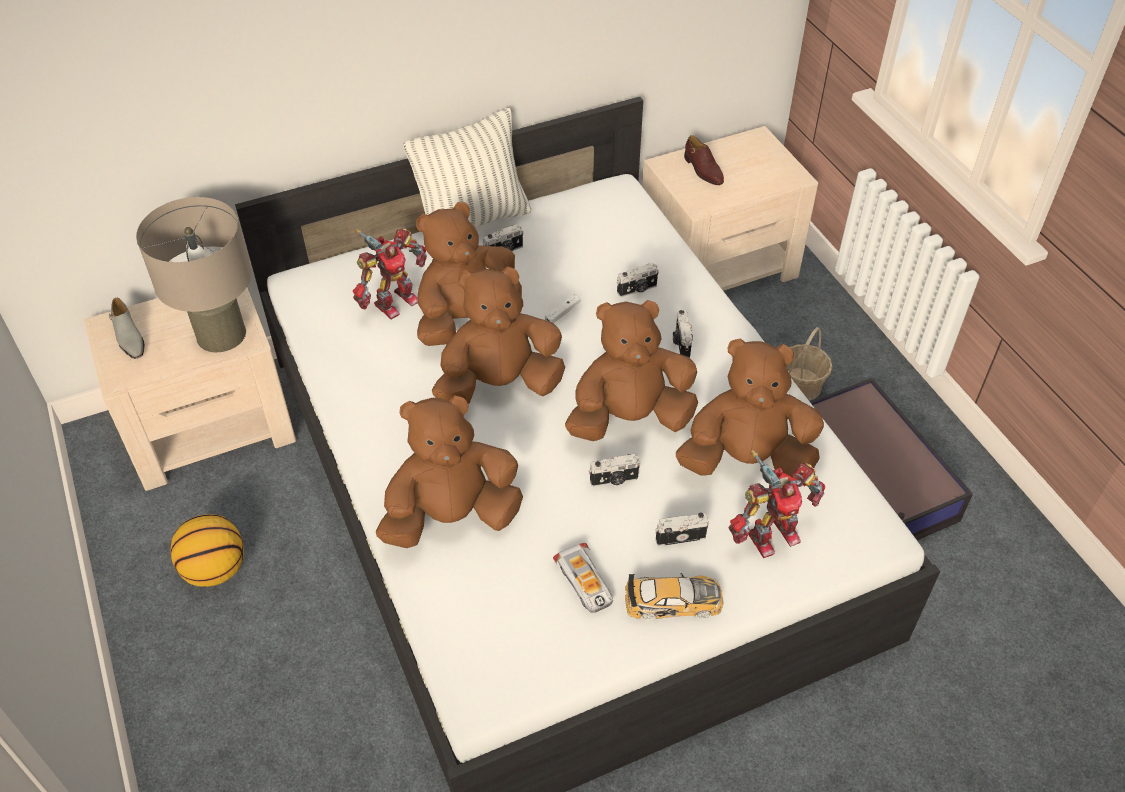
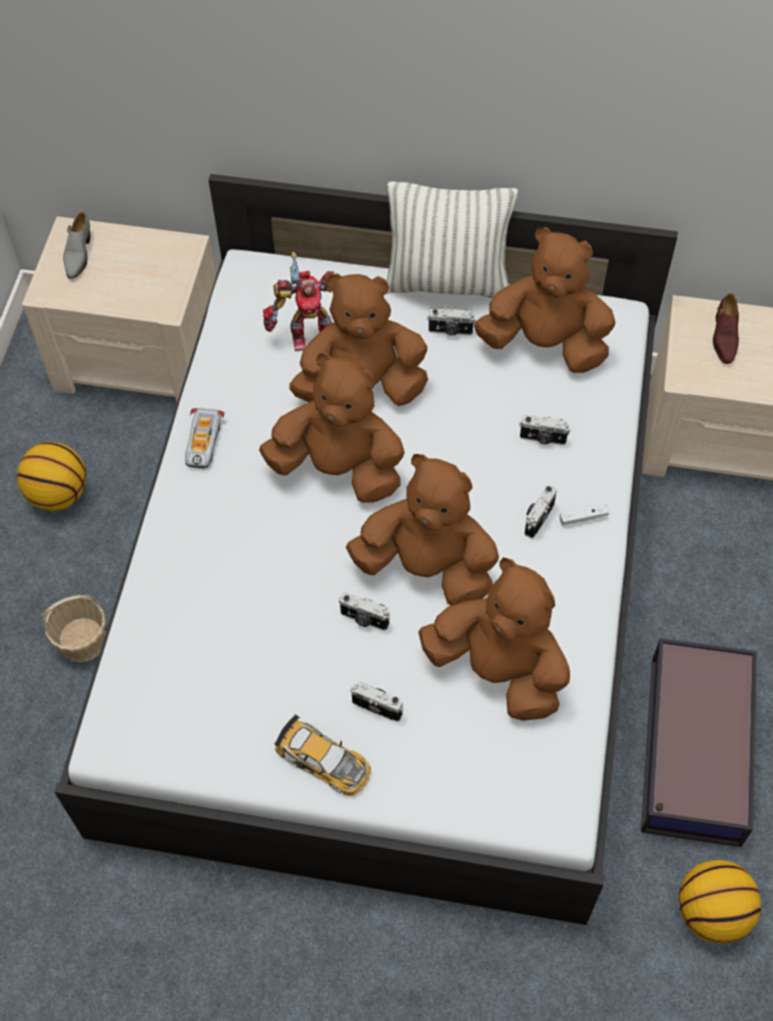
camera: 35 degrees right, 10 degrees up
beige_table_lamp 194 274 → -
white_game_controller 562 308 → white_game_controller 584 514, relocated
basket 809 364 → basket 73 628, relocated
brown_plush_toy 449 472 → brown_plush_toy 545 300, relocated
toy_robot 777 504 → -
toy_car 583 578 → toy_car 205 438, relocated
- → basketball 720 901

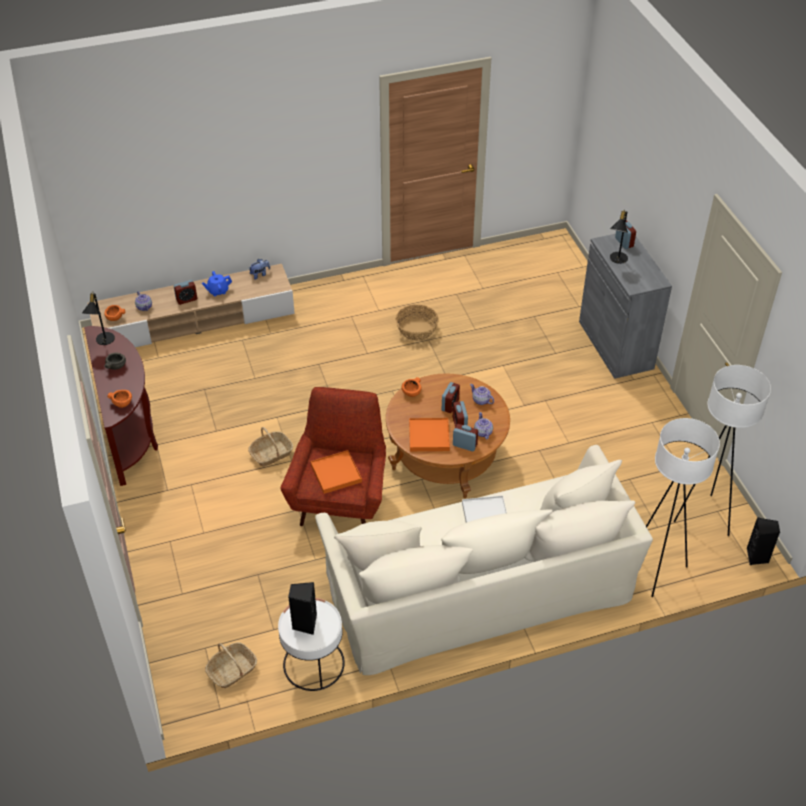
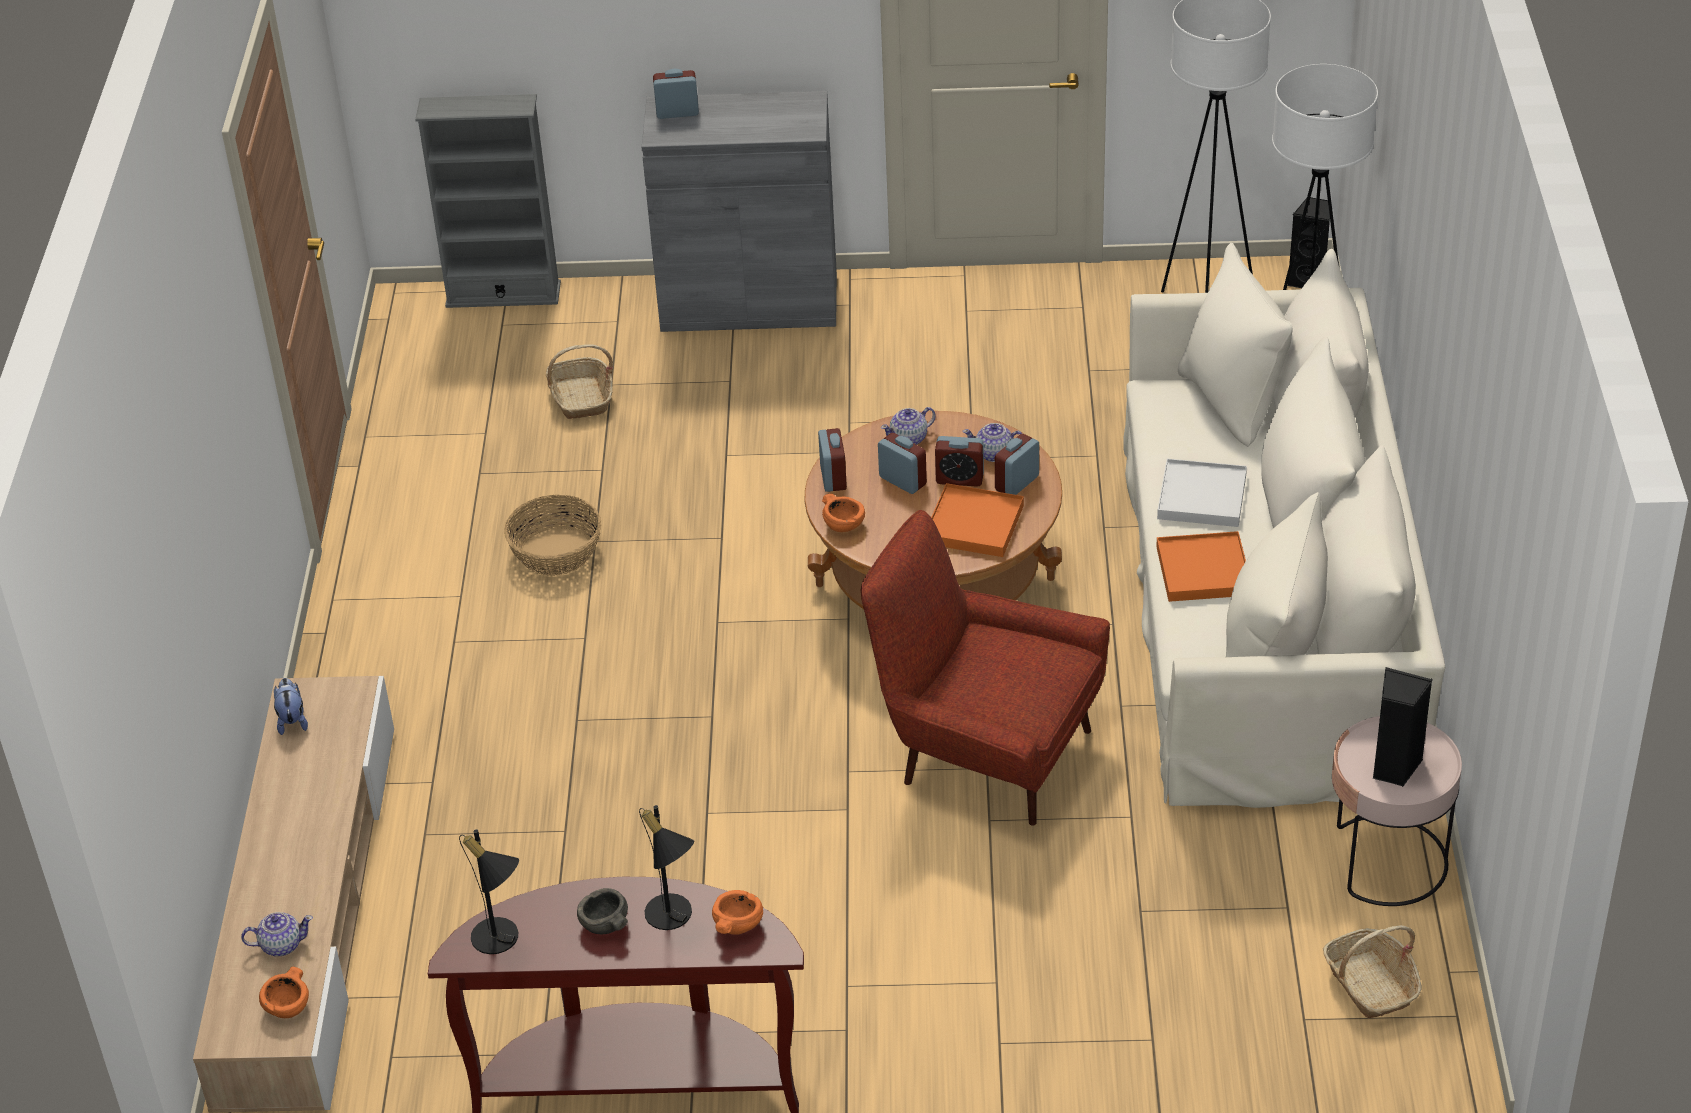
camera: 70 degrees left, 5 degrees down
black_table_lamp 619 236 → black_table_lamp 666 867, relocated
blue_teapot 217 283 → -
alarm_clock 185 292 → alarm_clock 832 460, relocated
basket 270 447 → basket 579 381, relocated
orange_tray 336 472 → orange_tray 1201 566, relocated
white_side_table 311 644 → pink_side_table 1397 811
- → grey_bookcase 488 201

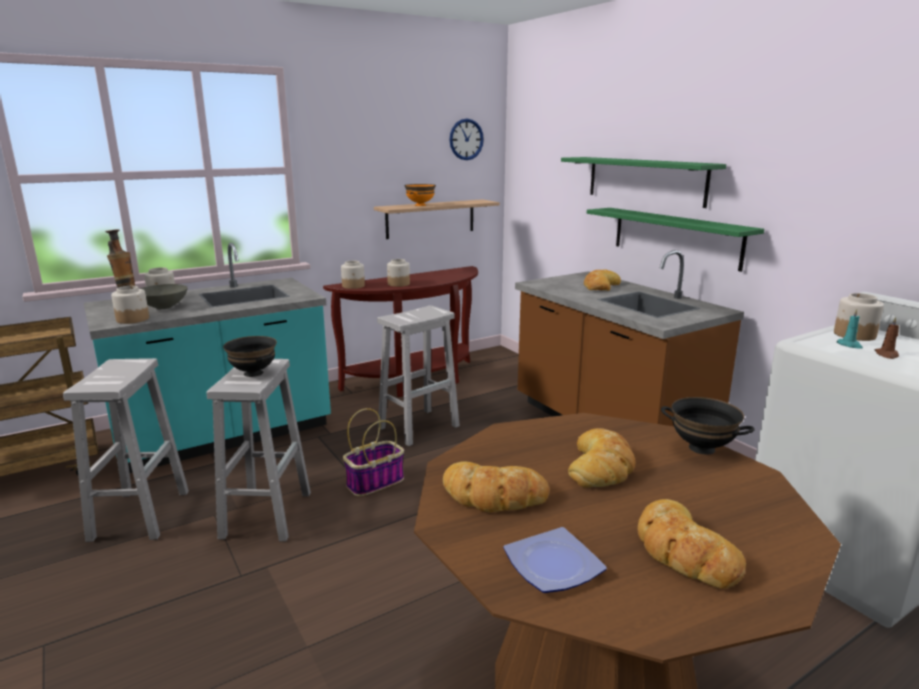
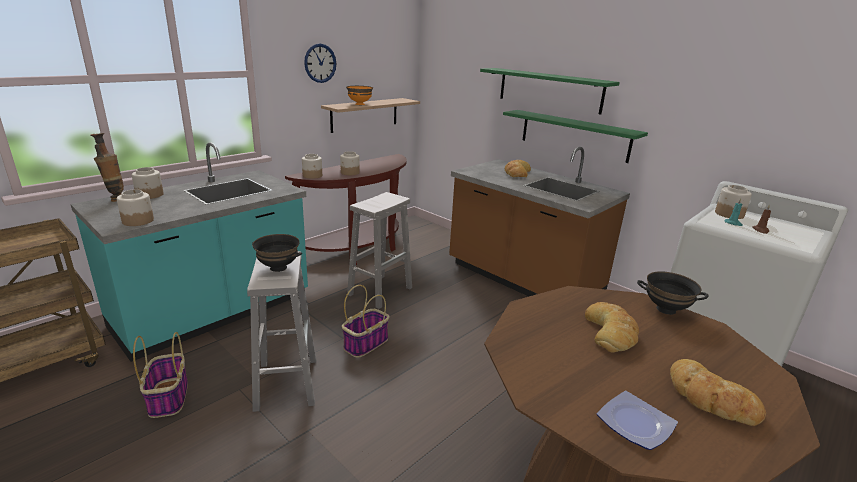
camera: 15 degrees left, 5 degrees up
wall_clock 466 139 → wall_clock 320 63, relocated
grey_bowl 164 296 → -
white_stool 126 450 → basket 160 375
bread 496 487 → -

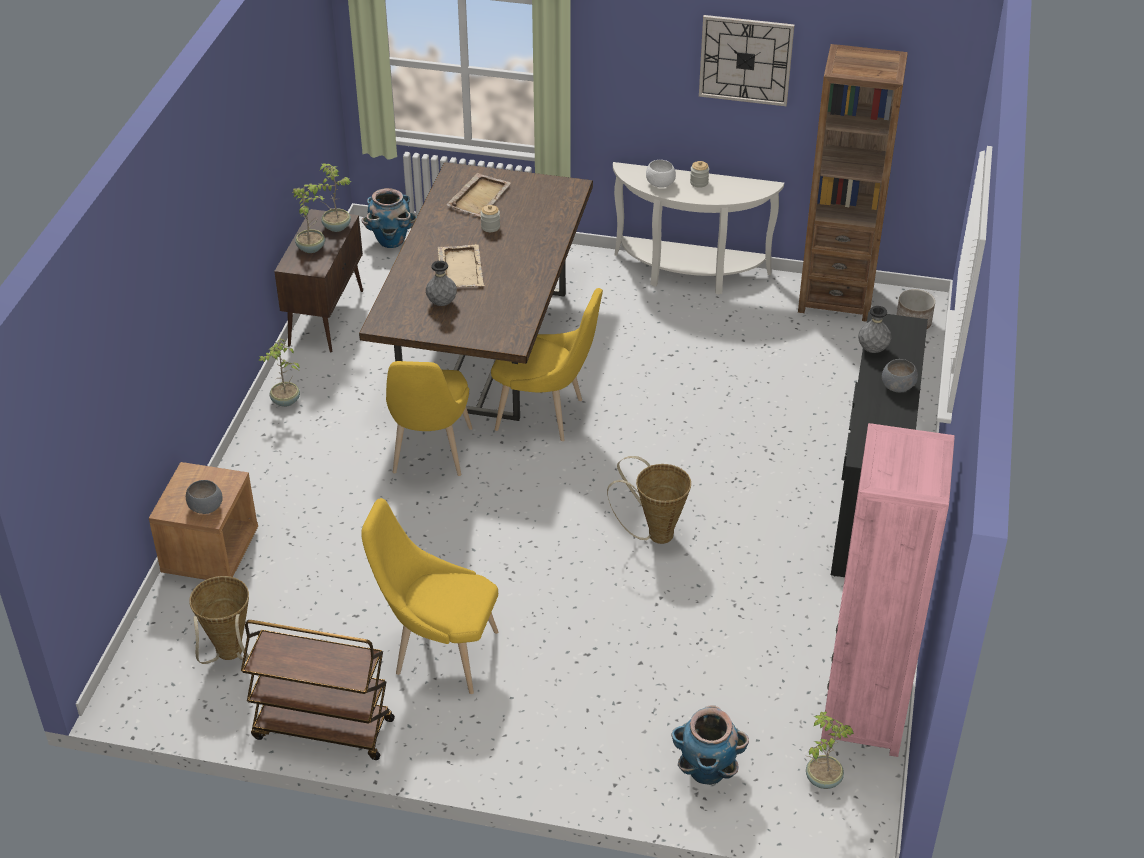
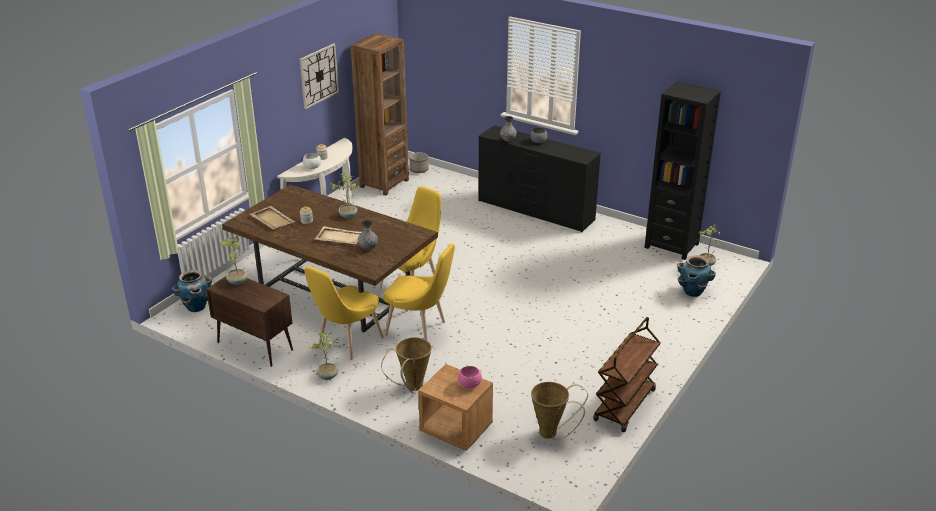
camera: 70 degrees left, 10 degrees down
potted_plant 309 218 → potted_plant 343 195, relocated
pink_bookcase 888 590 → black_bookcase 683 170
basket 649 500 → basket 406 365, relocated
grey_bowl 204 497 → pink_bowl 470 377
yellow_chair 429 596 → yellow_chair 344 313, relocated

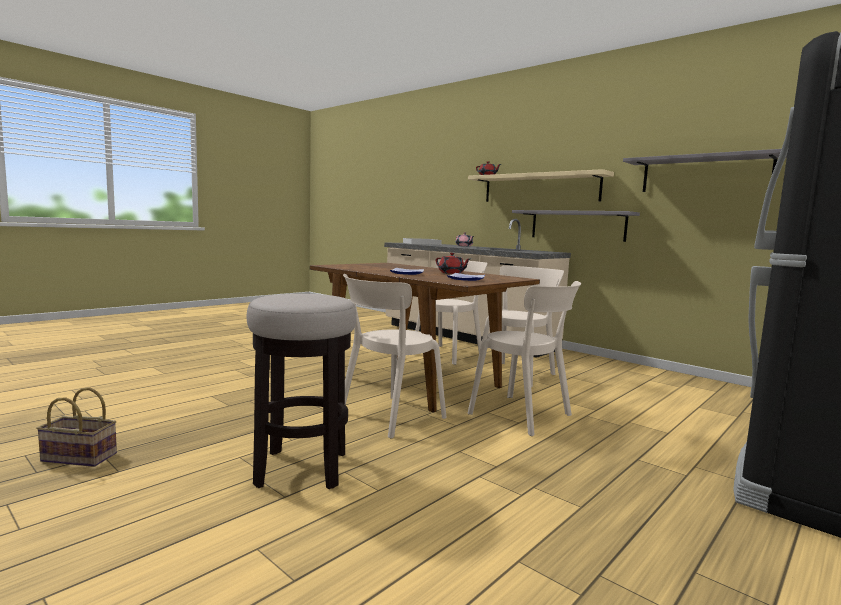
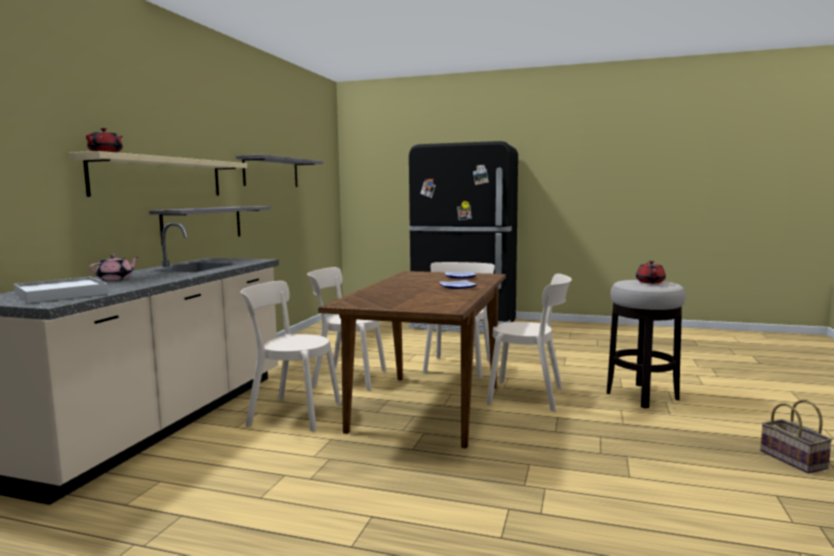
camera: 115 degrees left, 0 degrees up
red_teapot 453 263 → red_teapot 651 272, relocated

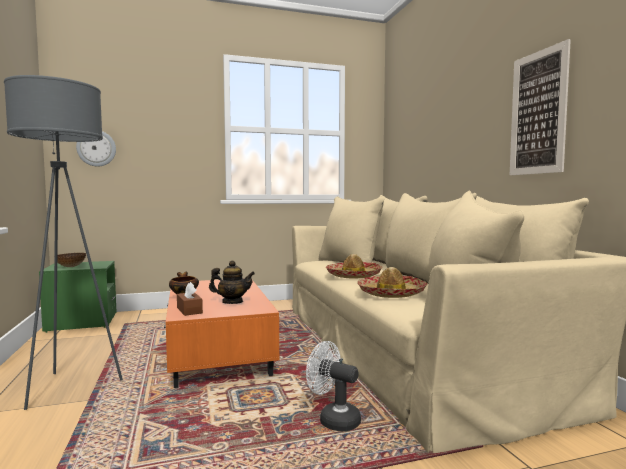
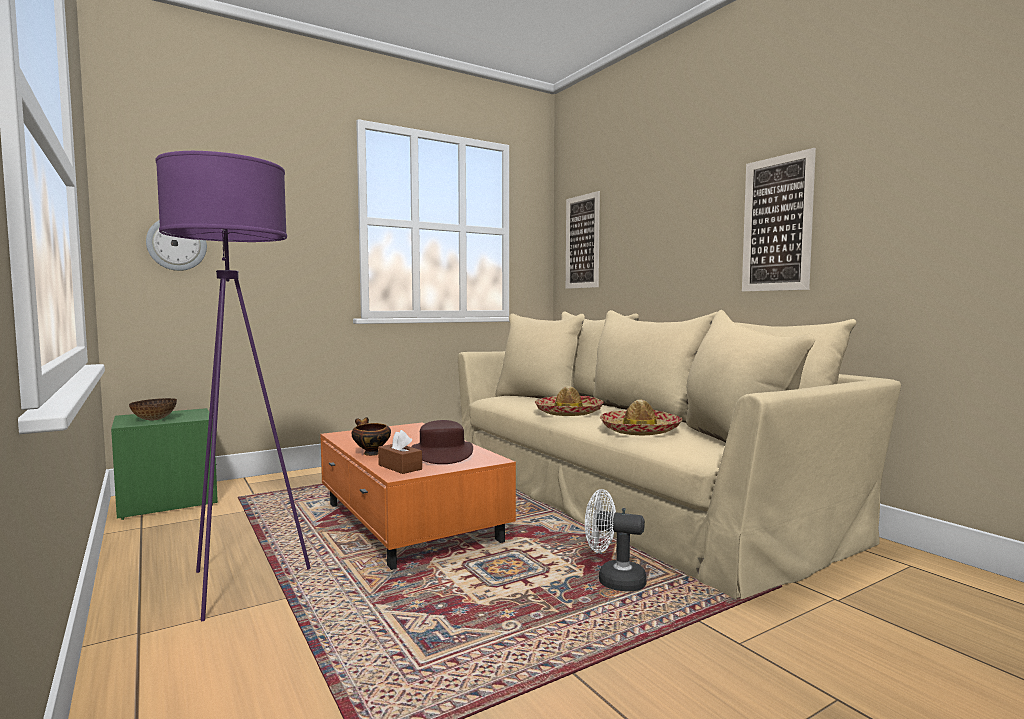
camera: 15 degrees left, 0 degrees up
grey_floor_lamp 63 242 → purple_floor_lamp 233 386
teapot 232 282 → brown_hat 442 442
- → picture 583 240

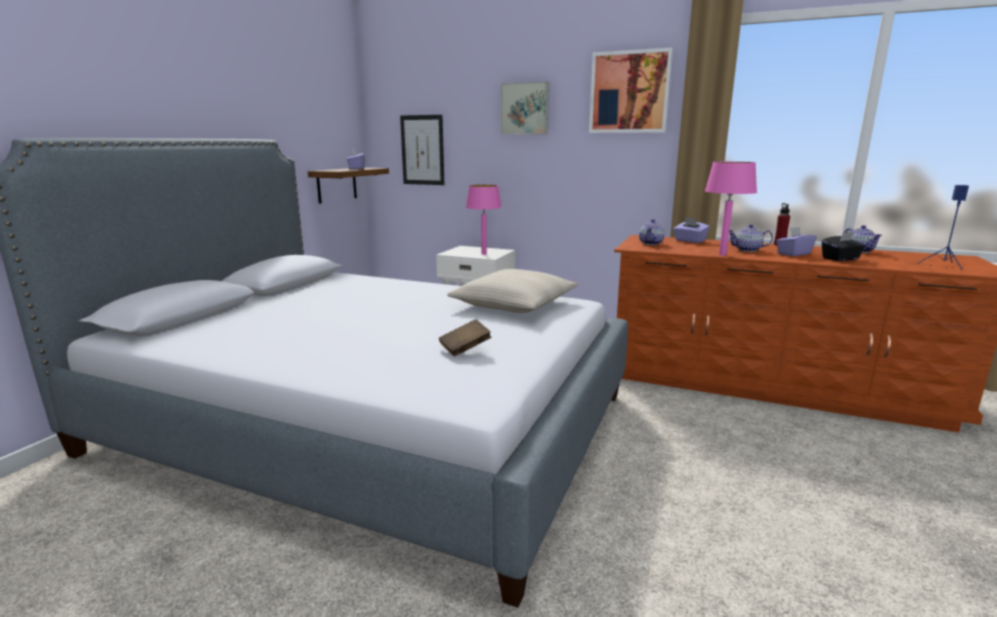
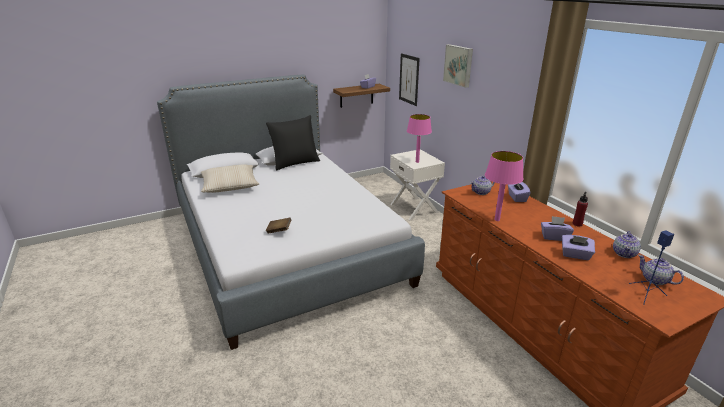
camera: 40 degrees right, 10 degrees up
picture 631 90 → -
teapot 751 238 → teapot 661 270, relocated
black_tissue_box 844 246 → purple_tissue_box 578 247
beige_pillow 512 291 → beige_pillow 230 178, relocated
- → black_pillow 293 142

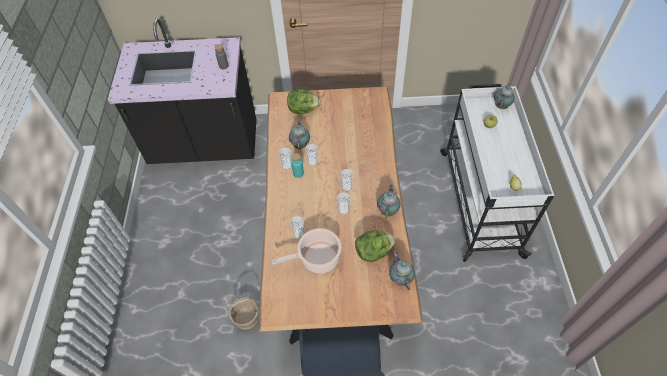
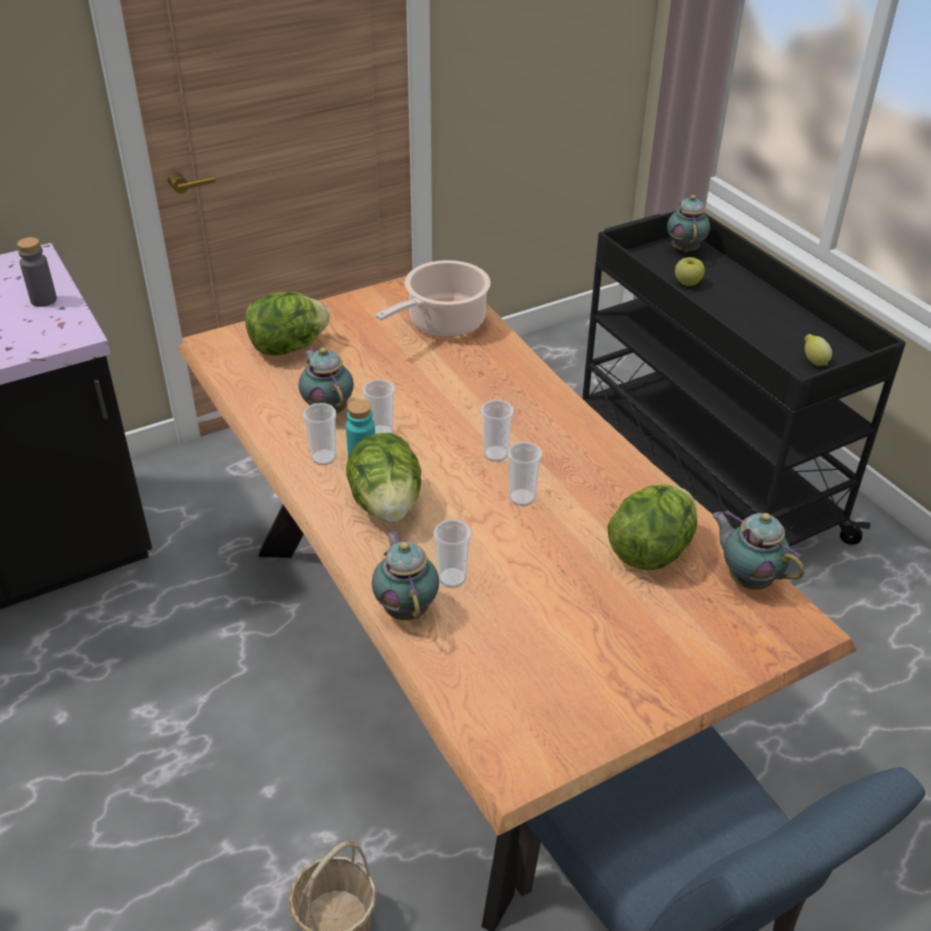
camera: 30 degrees left, 15 degrees down
white_cart 497 173 → black_cart 744 379
teapot 389 201 → teapot 405 575, relocated
cooking_pot 306 251 → cooking_pot 433 298, relocated
- → lettuce 383 477

